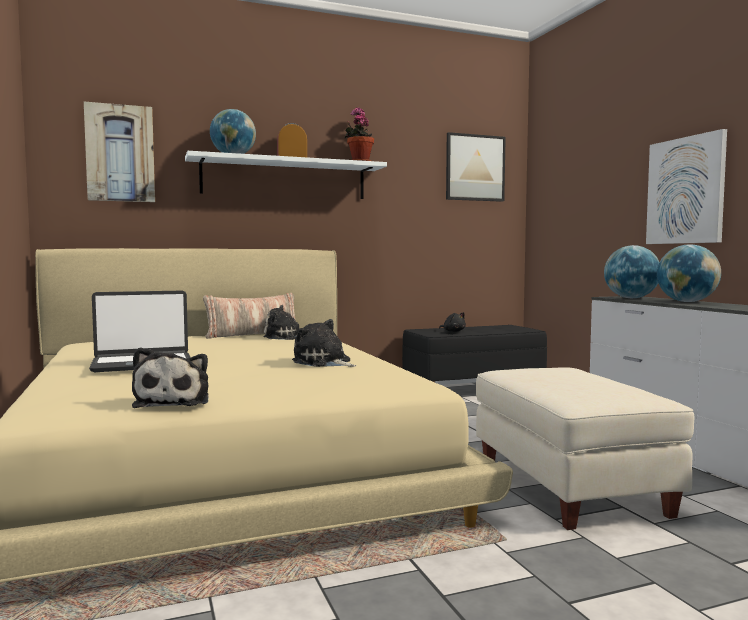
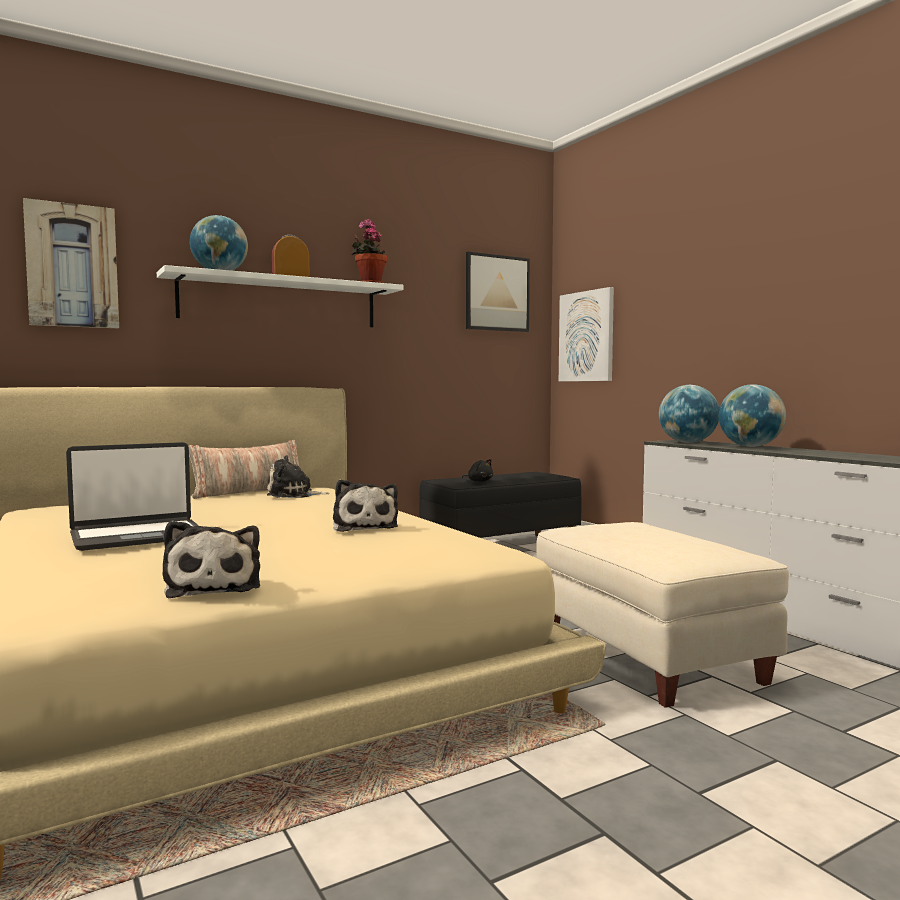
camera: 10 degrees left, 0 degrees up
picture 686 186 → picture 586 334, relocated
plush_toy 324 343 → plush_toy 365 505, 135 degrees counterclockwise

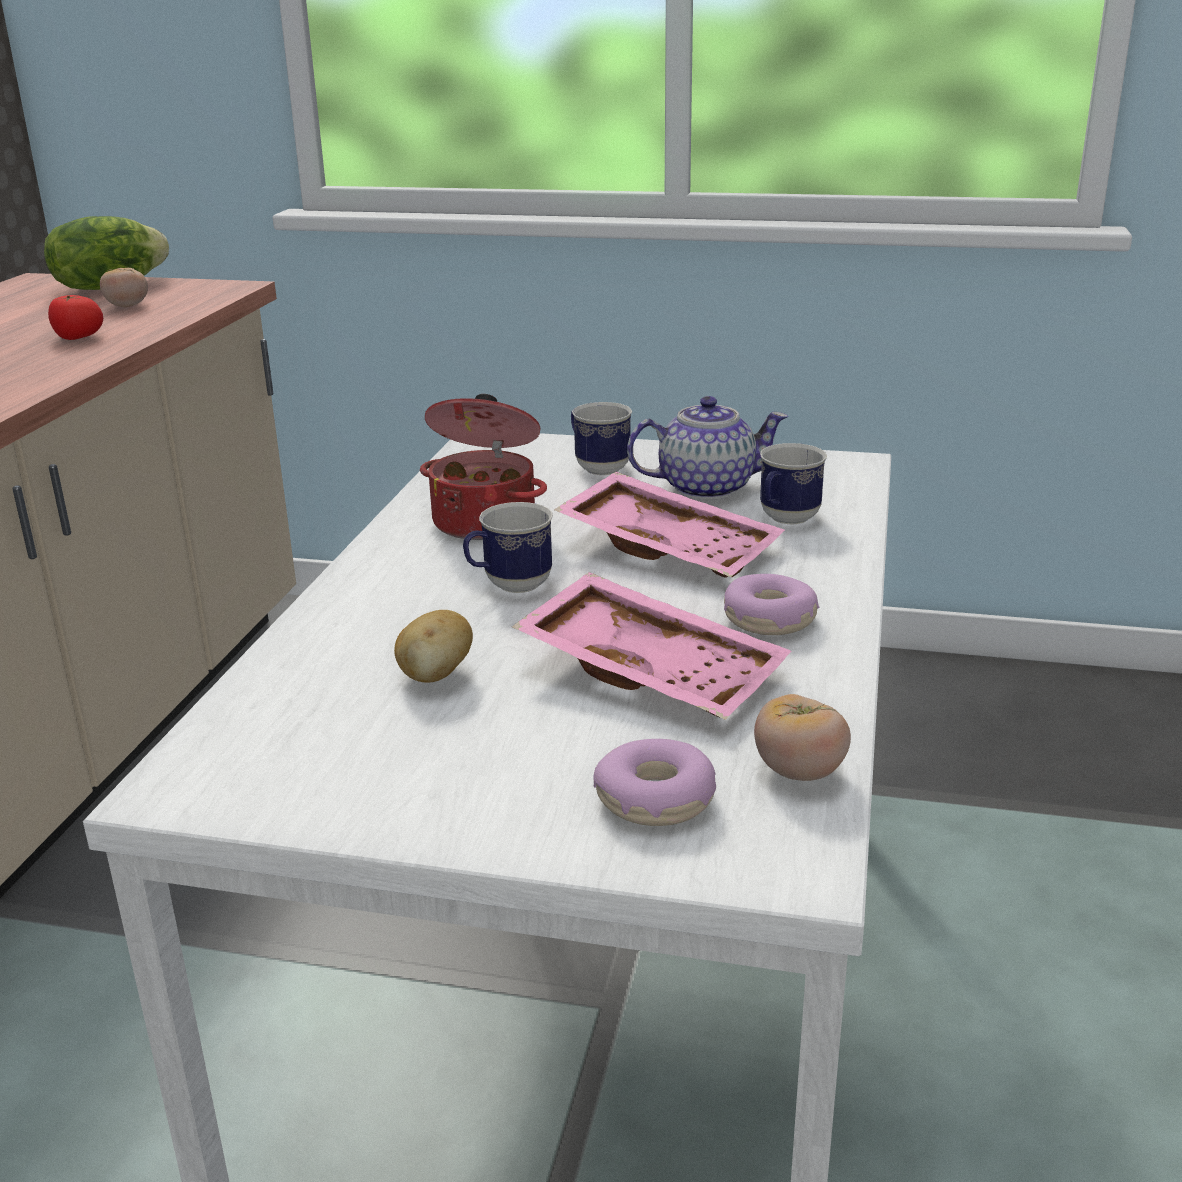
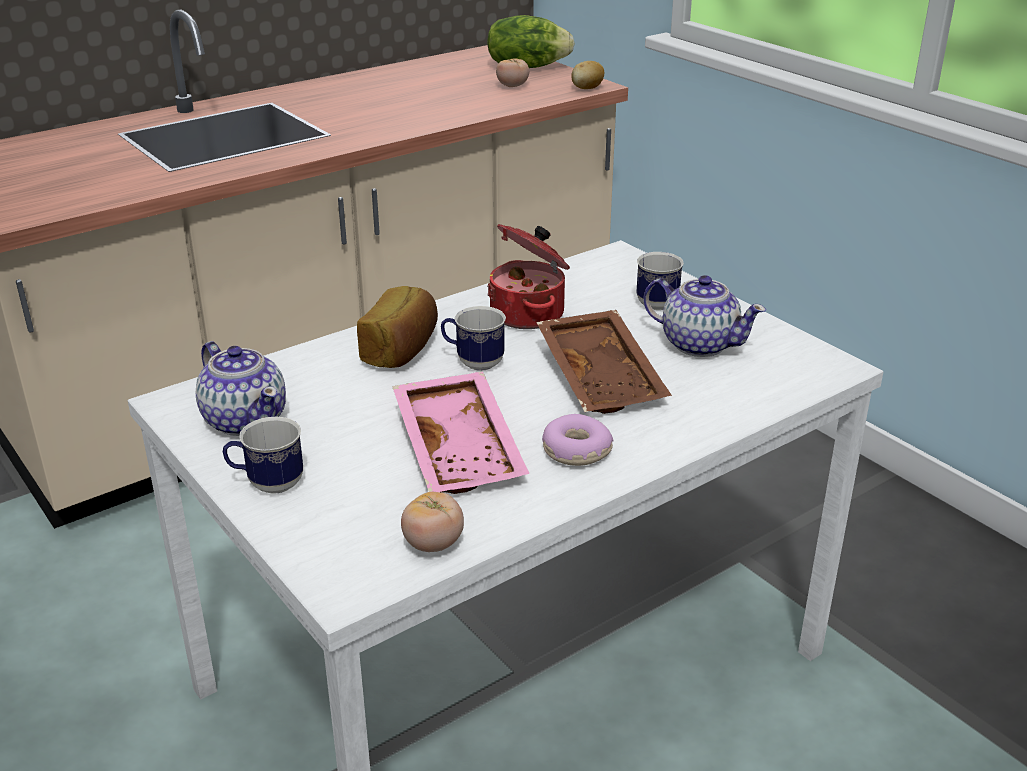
camera: 40 degrees right, 5 degrees up
tomato 75 317 → -
mug 793 483 → mug 263 455, relocated
pink_tray 670 525 → brown_tray 604 362
potato 433 646 → potato 587 75, relocated
donut 654 782 → -
- → bread 397 327
- → teapot 241 388

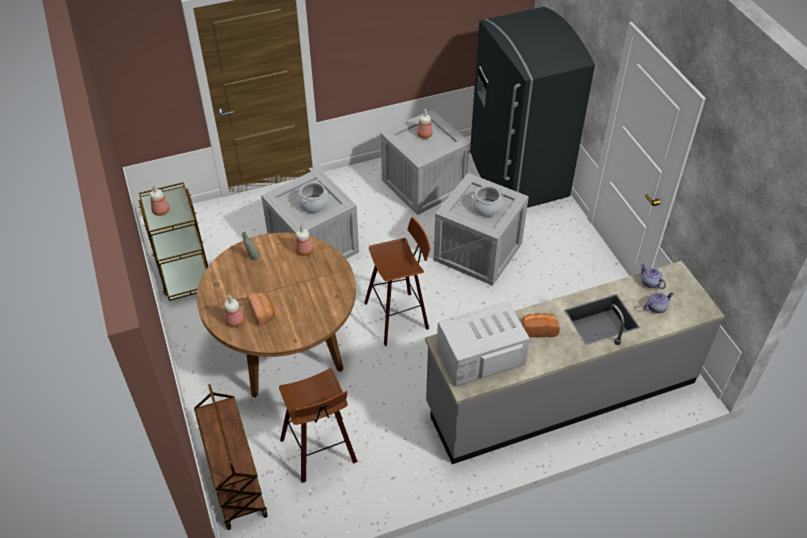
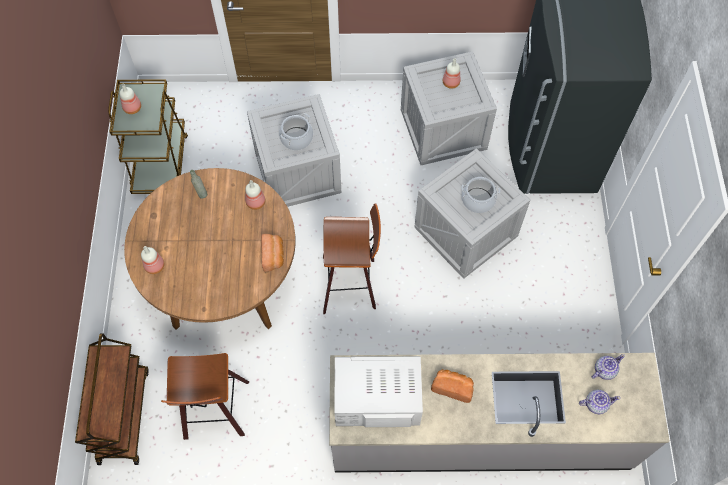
camera: 20 degrees right, 15 degrees up
teapot 653 276 → teapot 608 367, 75 degrees clockwise
bread 261 309 → bread 272 253, relocated

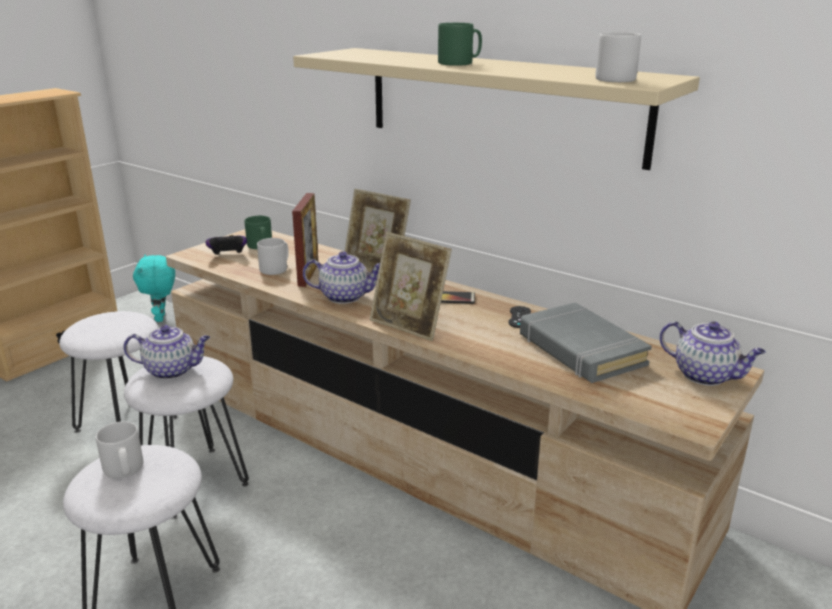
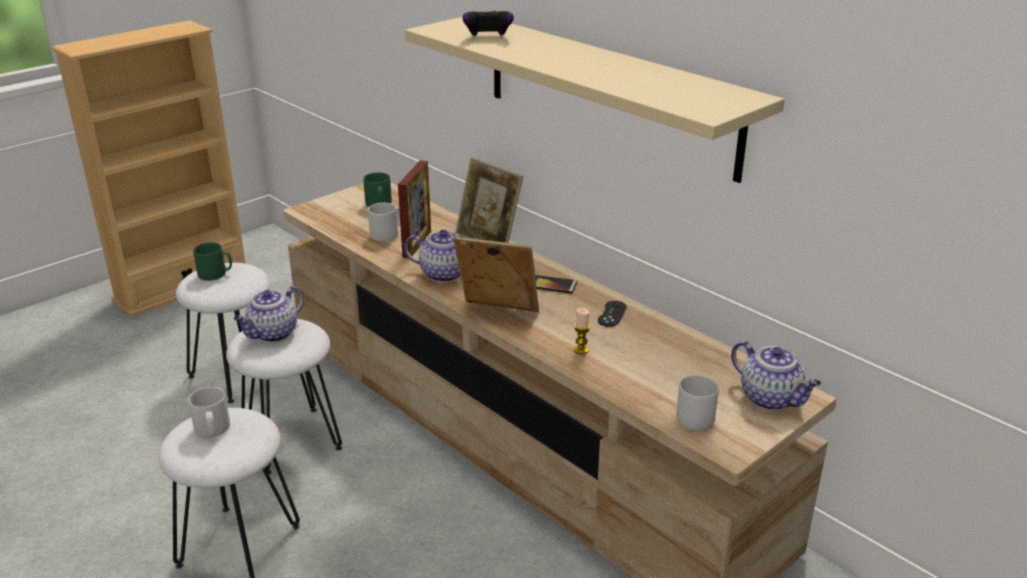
camera: 10 degrees right, 5 degrees up
green_mug 460 44 → green_mug 212 261, relocated
grey_mug 618 57 → grey_mug 697 402, relocated
picture_frame 411 286 → picture_frame 496 274, 150 degrees clockwise
game_controller 226 245 → game_controller 488 23, relocated
turquoise_plush_toy 154 288 → -
grey_book 586 342 → -
teapot 166 352 → teapot 269 314, 120 degrees clockwise
- → candle 582 331

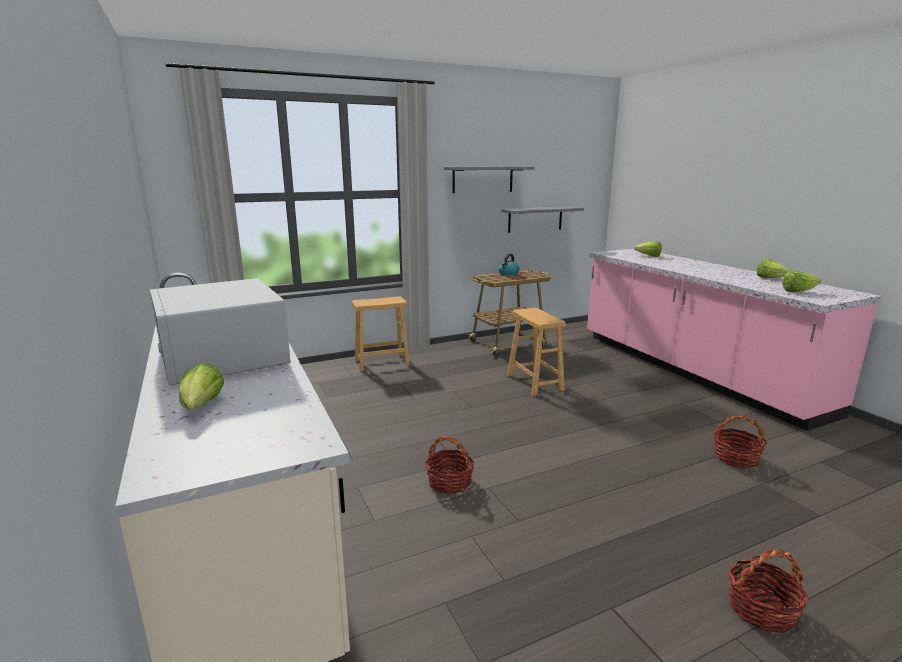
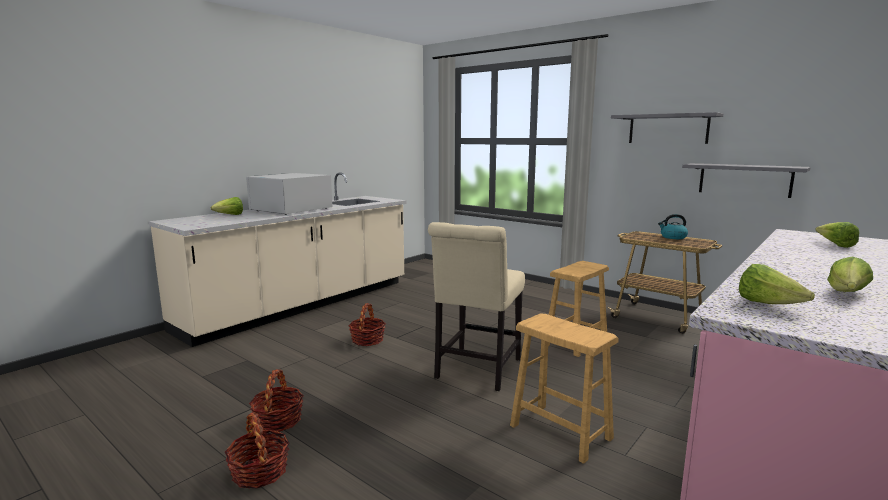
camera: 65 degrees right, 5 degrees down
brown_stool 380 333 → brown_stool 564 388, relocated
basket 740 441 → basket 276 400, relocated
- → beige_chair 476 306

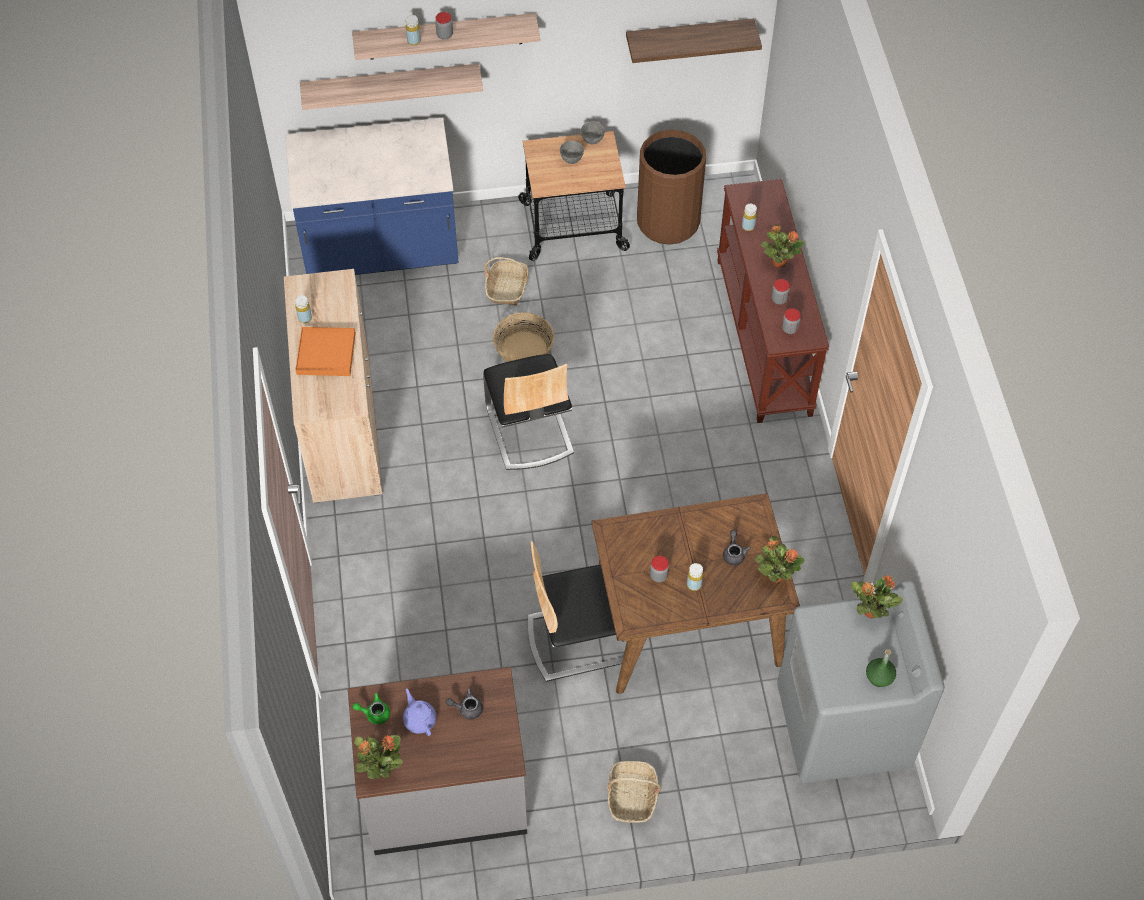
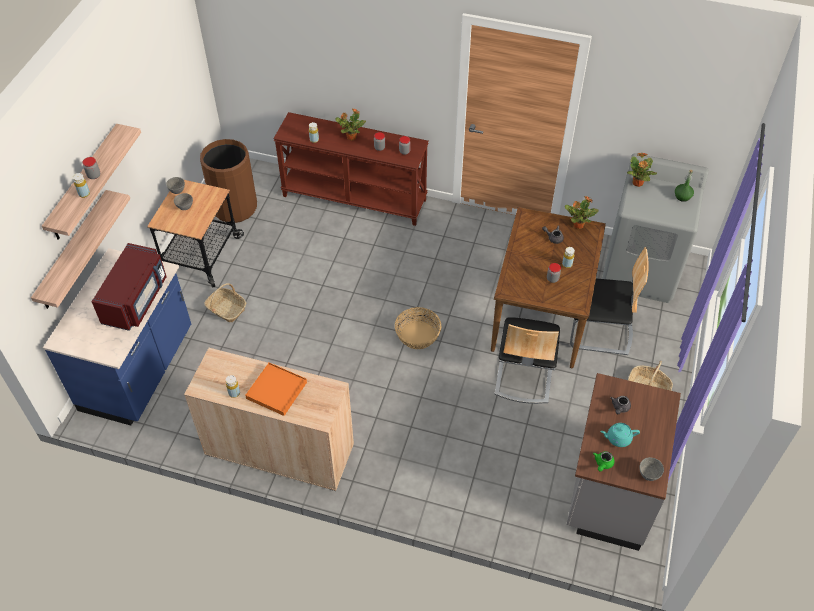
camera: 65 degrees left, 5 degrees down
shelf 694 40 → -
basket 523 337 → basket 418 328, relocated
chair 528 412 → chair 609 301, relocated
purple_teapot 419 712 → turquoise_teapot 620 435
potted_plant 378 757 → grey_bowl 651 469
- → red_microwave 129 287

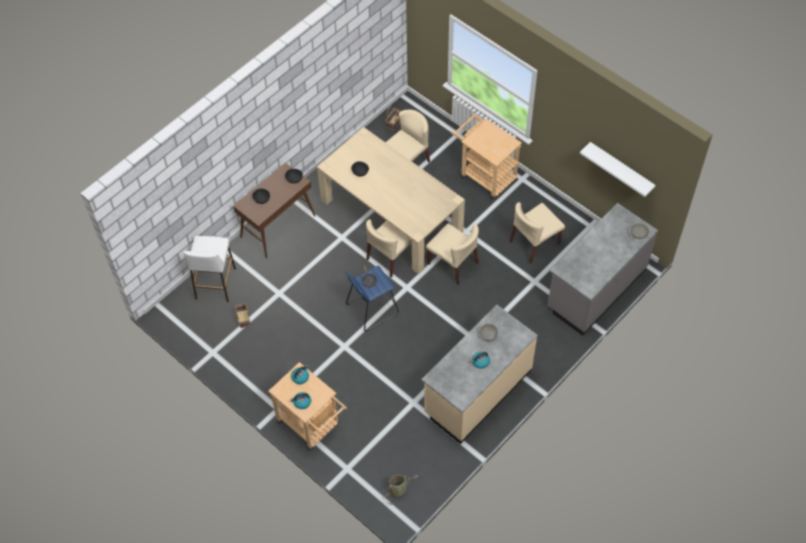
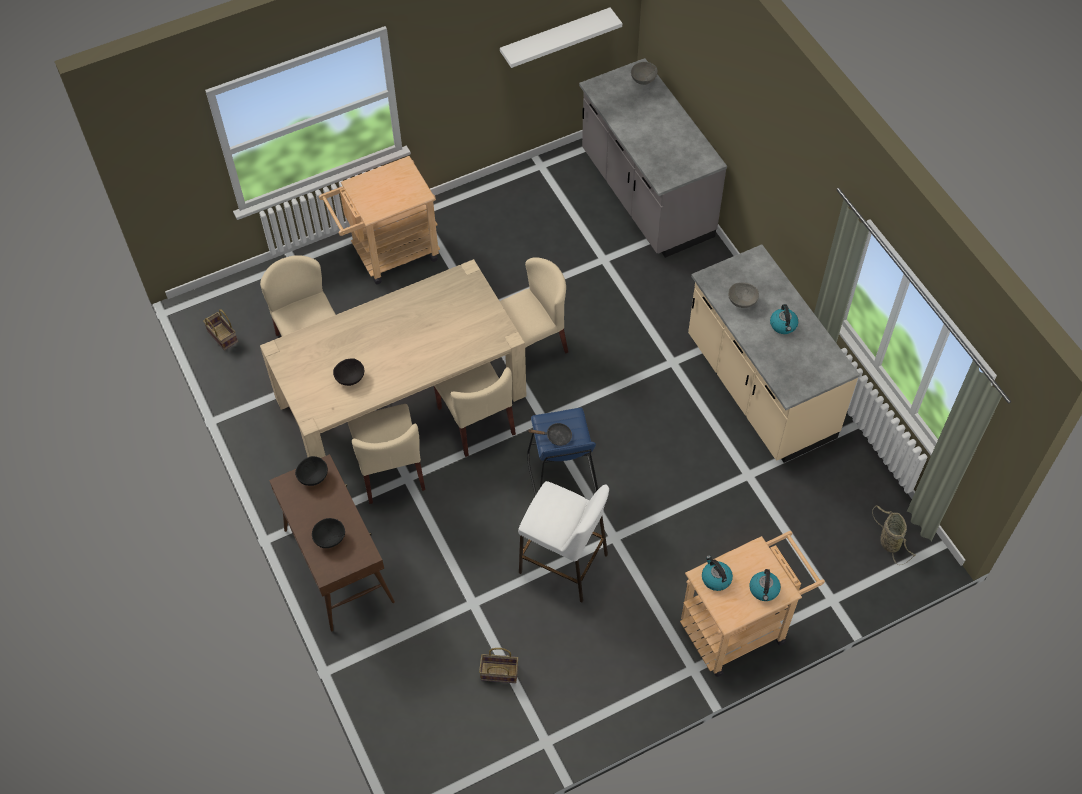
camera: 70 degrees left, 0 degrees up
beige_chair 537 233 → beige_chair 386 454, relocated
white_stool 209 269 → white_stool 563 541, relocated

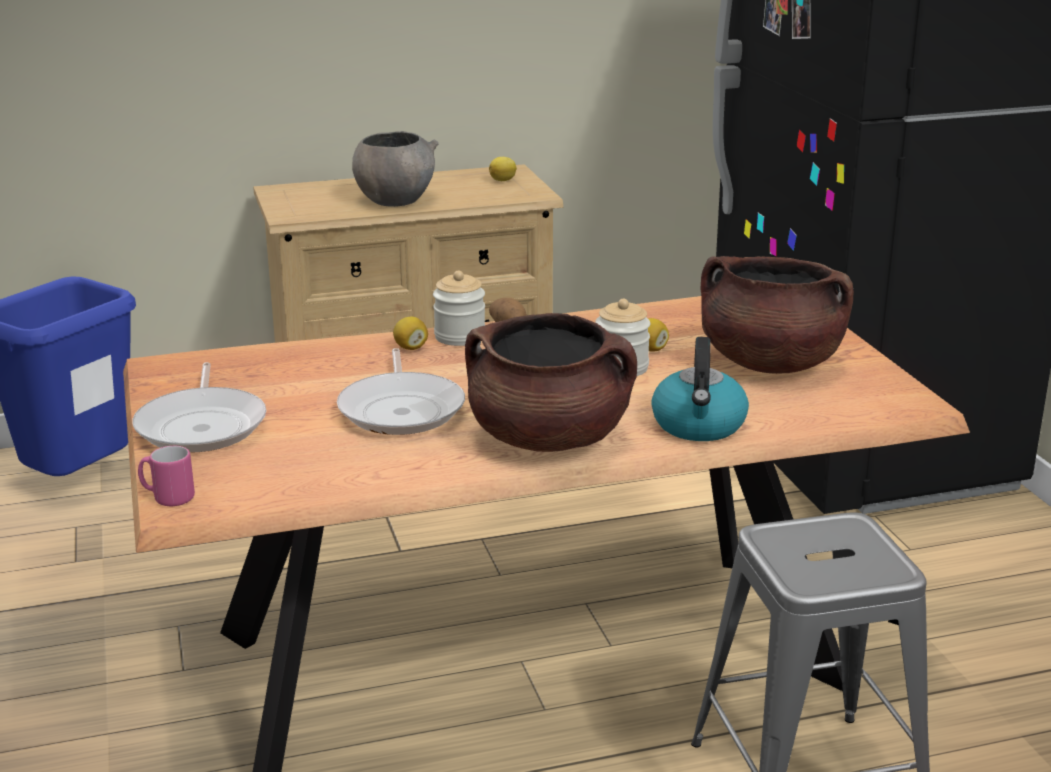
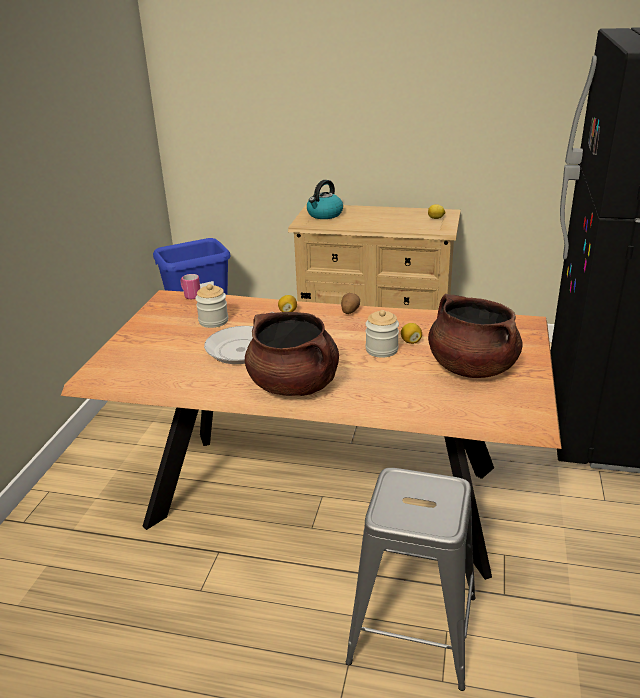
camera: 30 degrees right, 5 degrees up
grey_bowl 395 169 → -
jar 459 308 → jar 211 306, relocated
kettle 700 389 → kettle 325 199, relocated
frying_pan 199 407 → -
pink_mug 166 476 → pink_mug 190 286, relocated

